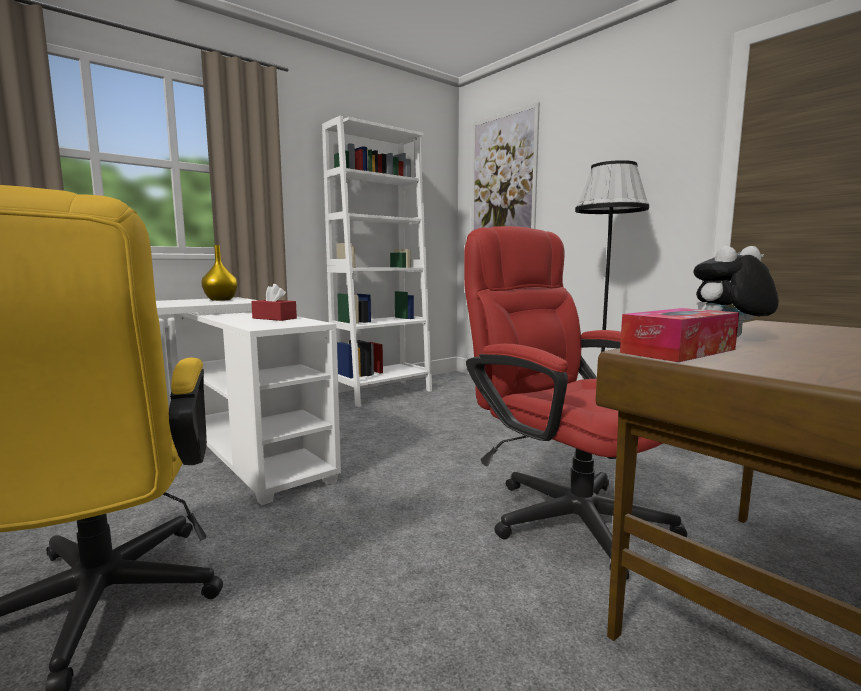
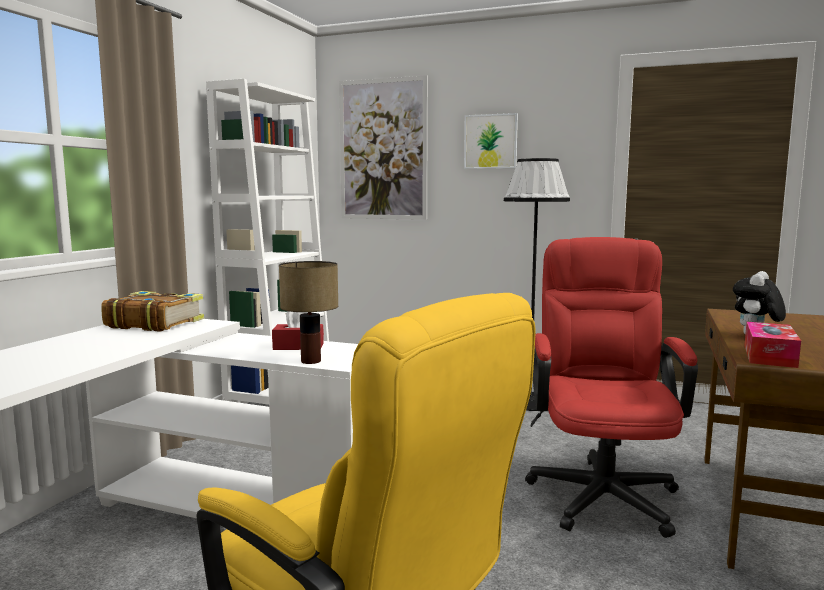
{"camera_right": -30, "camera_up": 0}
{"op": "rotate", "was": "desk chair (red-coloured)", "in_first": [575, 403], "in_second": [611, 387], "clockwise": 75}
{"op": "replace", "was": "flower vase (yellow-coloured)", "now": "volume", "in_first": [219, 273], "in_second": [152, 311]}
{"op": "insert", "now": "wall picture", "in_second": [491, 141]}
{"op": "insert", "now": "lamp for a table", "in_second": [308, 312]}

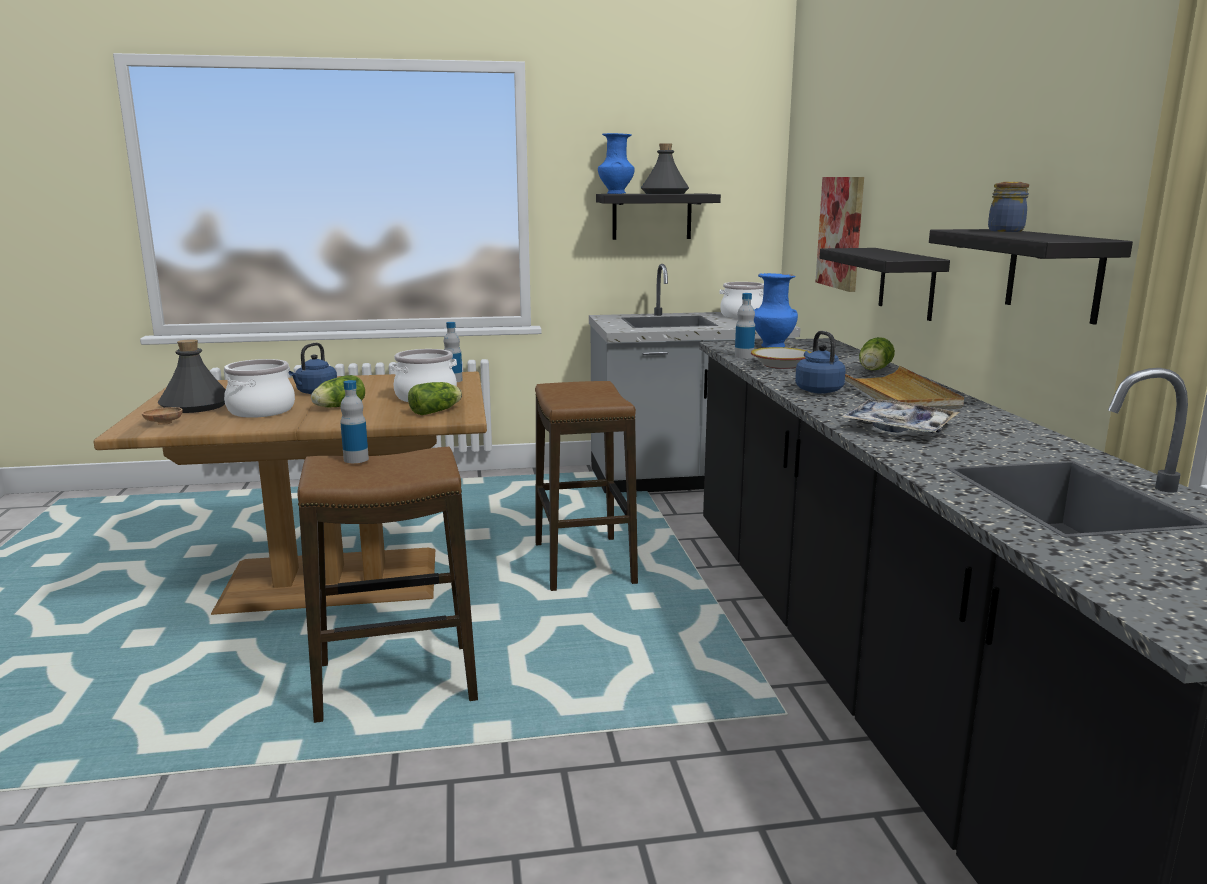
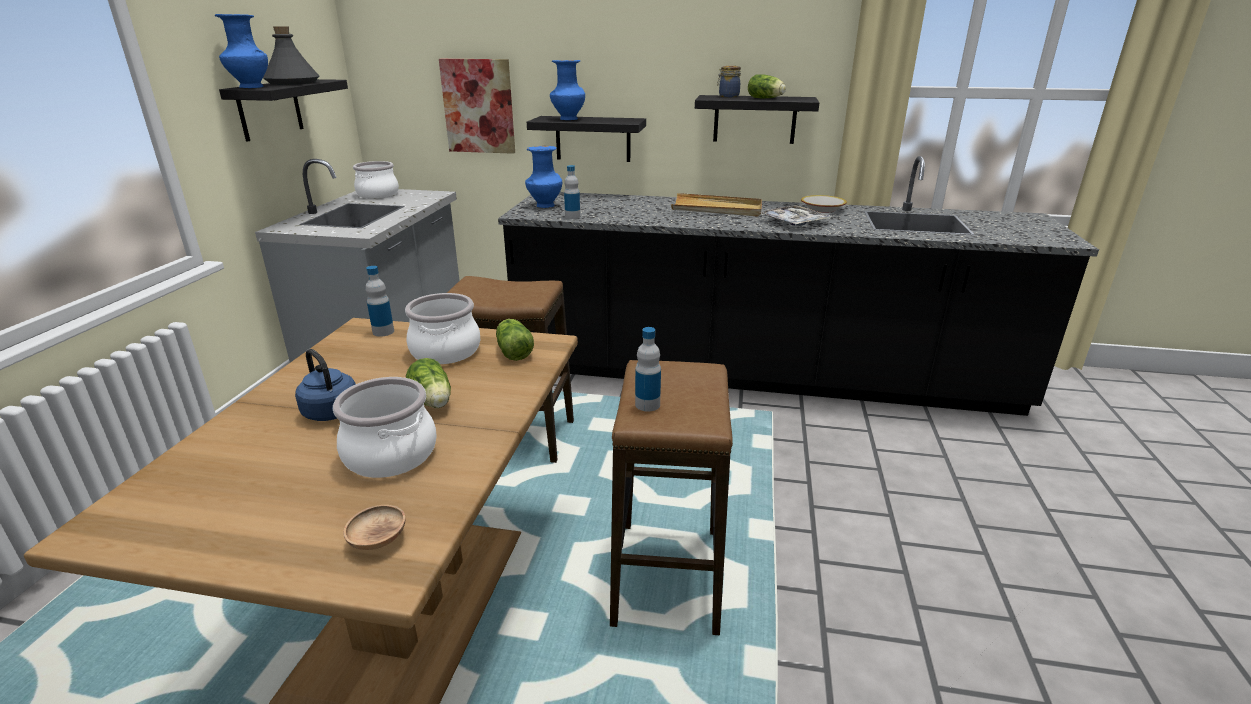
{"camera_right": -70, "camera_up": 10}
{"op": "delete", "was": "tea kettle (bluish)", "in_first": [820, 362]}
{"op": "move", "was": "head of lettuce", "in_first": [877, 353], "in_second": [767, 86]}
{"op": "delete", "was": "drink bottle (gray)", "in_first": [192, 376]}
{"op": "move", "was": "serving bowl", "in_first": [781, 358], "in_second": [824, 204]}
{"op": "insert", "now": "flower vase (bluish)", "in_second": [567, 90]}

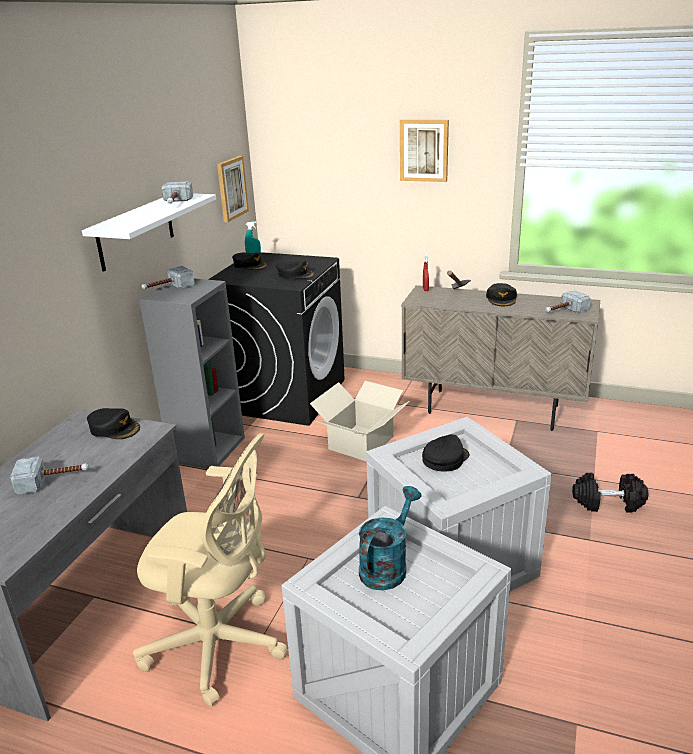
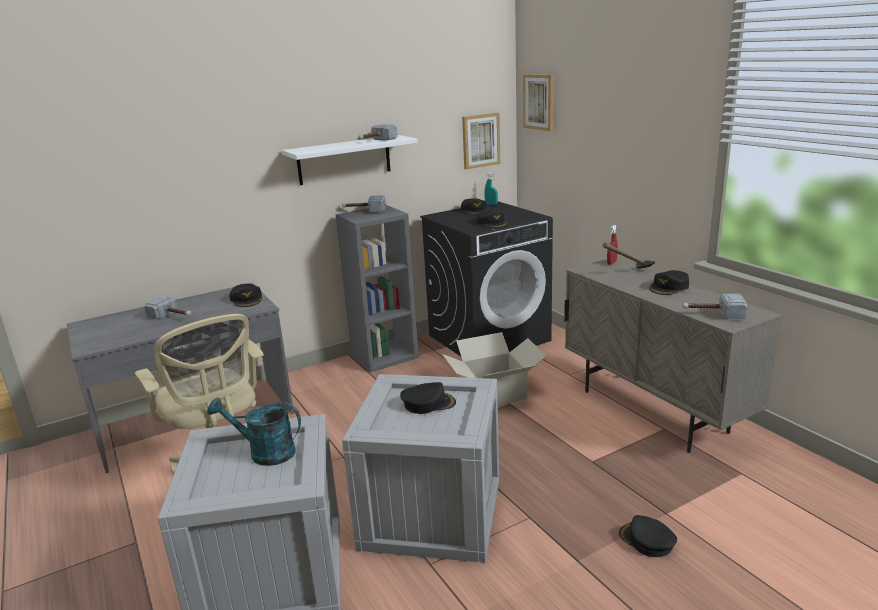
{"camera_right": 40, "camera_up": -5}
{"op": "move", "was": "wall picture", "in_first": [424, 151], "in_second": [538, 102]}
{"op": "replace", "was": "dumbbell (black-coloured)", "now": "baseball cap (black-coloured)", "in_first": [610, 493], "in_second": [648, 536]}
{"op": "rotate", "was": "watering pot (blue-green)", "in_first": [390, 538], "in_second": [254, 431], "clockwise": -150}

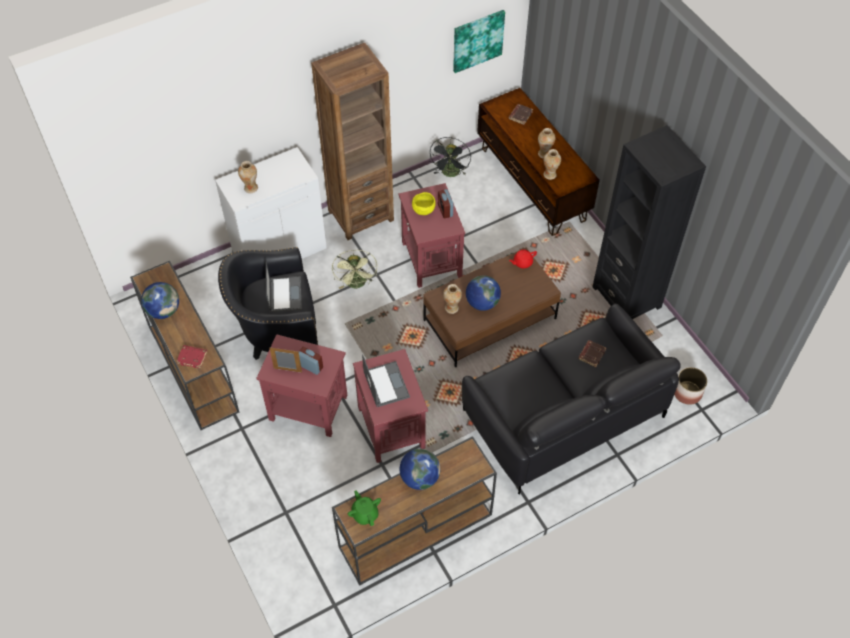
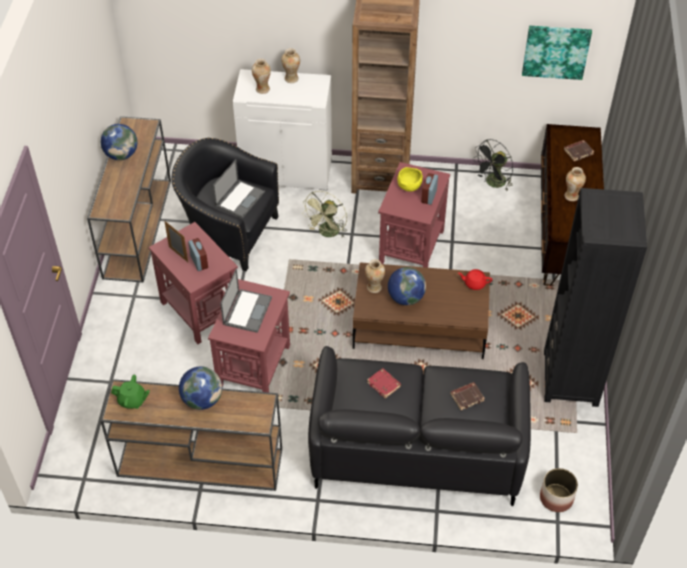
{"camera_right": 35, "camera_up": -5}
{"op": "move", "was": "flower vase", "in_first": [552, 164], "in_second": [290, 65]}
{"op": "move", "was": "volume (red-coloured)", "in_first": [191, 357], "in_second": [384, 383]}
{"op": "rotate", "was": "teapot (green)", "in_first": [364, 508], "in_second": [130, 392], "clockwise": 90}

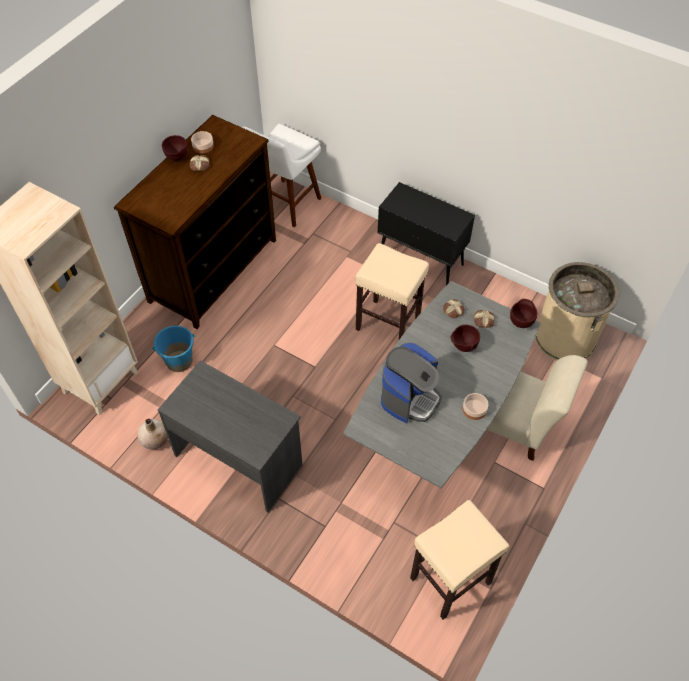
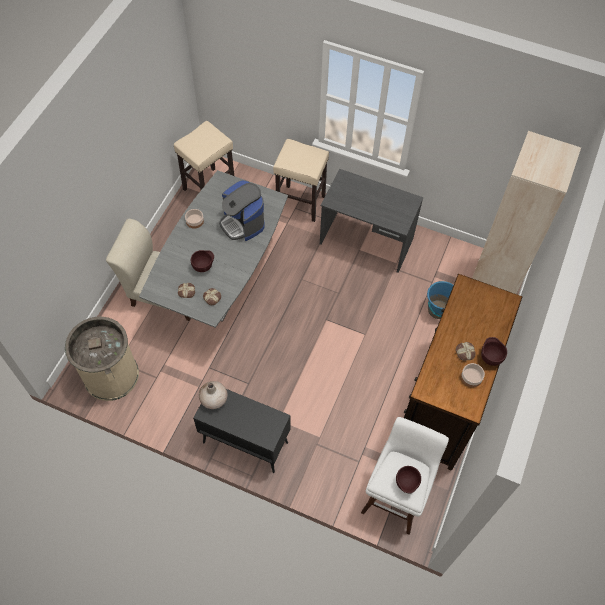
{"camera_right": 170, "camera_up": 5}
{"op": "move", "was": "stool (beige-coloured)", "in_first": [392, 291], "in_second": [301, 180]}
{"op": "move", "was": "serving bowl (brownish)", "in_first": [523, 313], "in_second": [408, 479]}
{"op": "rotate", "was": "coffee maker", "in_first": [411, 383], "in_second": [242, 210], "clockwise": -60}
{"op": "move", "was": "flower vase (beige-coloured)", "in_first": [152, 434], "in_second": [213, 395]}

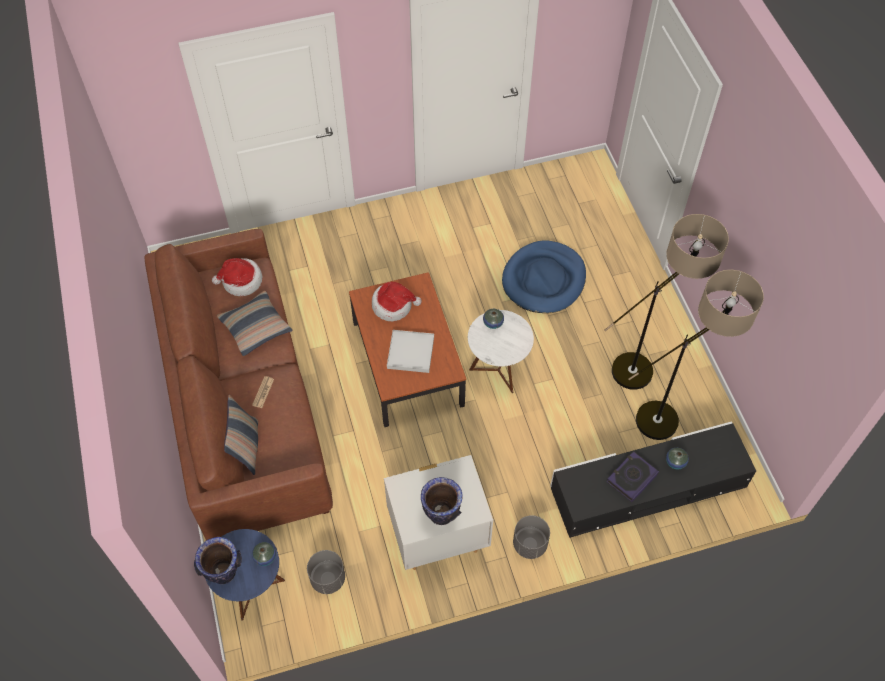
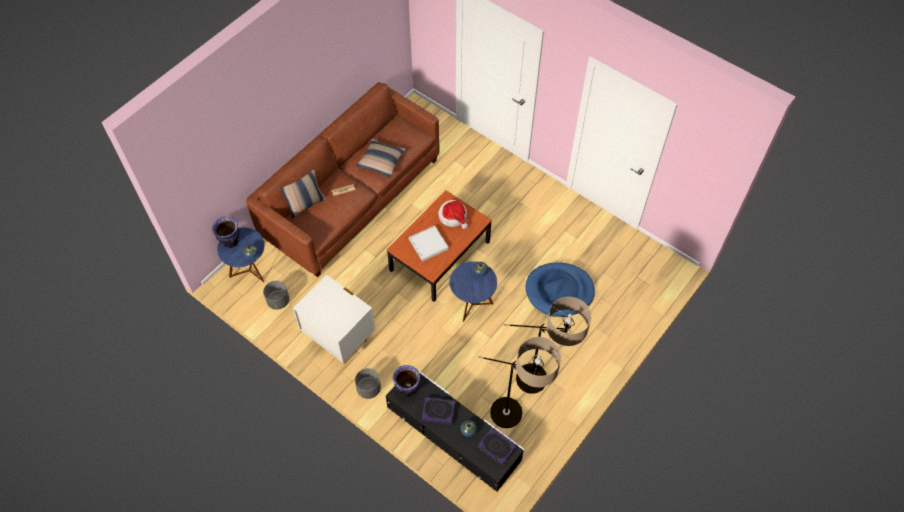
{"camera_right": 55, "camera_up": 0}
{"op": "delete", "was": "hat", "in_first": [237, 277]}
{"op": "recolor", "was": "accent table (white)", "now": "accent table (bluish)", "in_first": [501, 351], "in_second": [473, 291]}
{"op": "move", "was": "flower vase", "in_first": [442, 501], "in_second": [406, 381]}
{"op": "insert", "now": "volume", "in_second": [497, 446]}

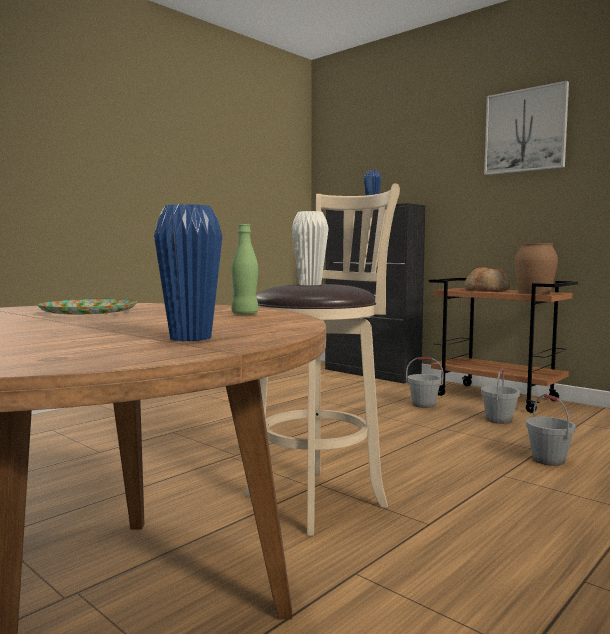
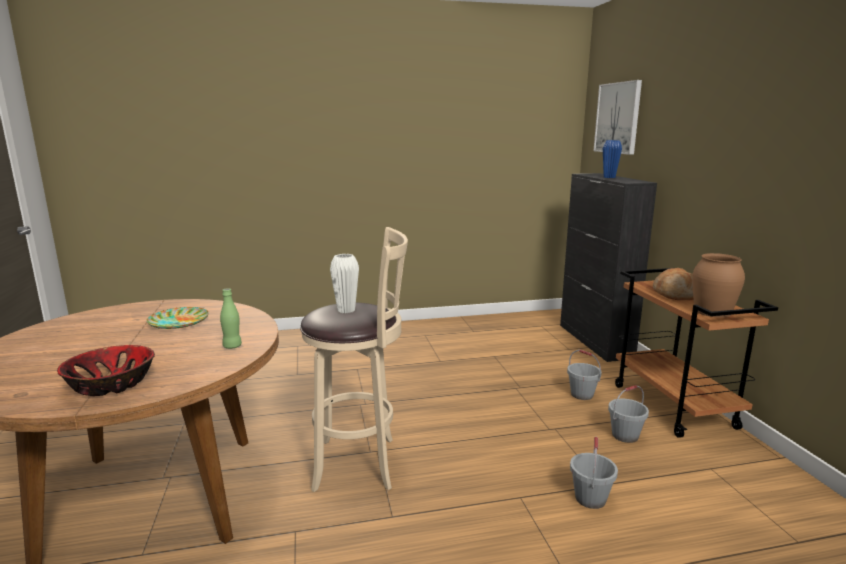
{"camera_right": 35, "camera_up": 10}
{"op": "move", "was": "wall picture", "in_first": [526, 128], "in_second": [618, 117]}
{"op": "replace", "was": "flower vase (bluish)", "now": "serving bowl", "in_first": [188, 272], "in_second": [106, 370]}

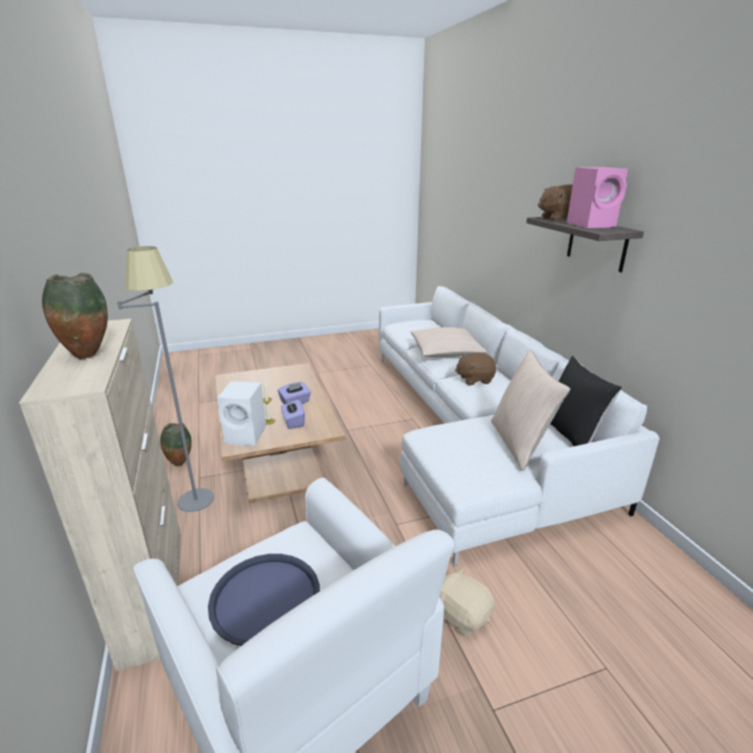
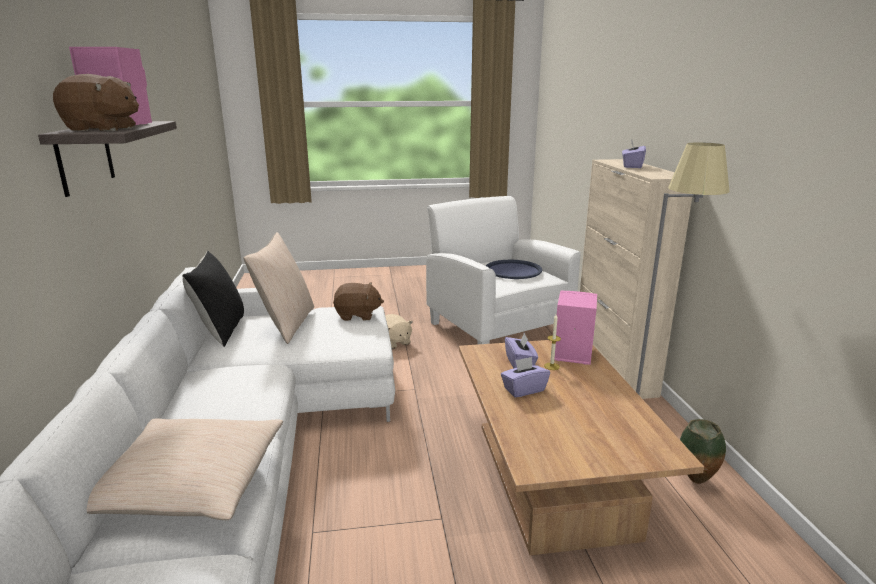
{"camera_right": -170, "camera_up": -5}
{"op": "replace", "was": "flower vase", "now": "box of tissues (purple-coloured)", "in_first": [75, 316], "in_second": [634, 154]}
{"op": "move", "was": "soft toy (brownish)", "in_first": [475, 369], "in_second": [358, 302]}
{"op": "recolor", "was": "audio speaker (white)", "now": "audio speaker (pink)", "in_first": [241, 413], "in_second": [575, 328]}

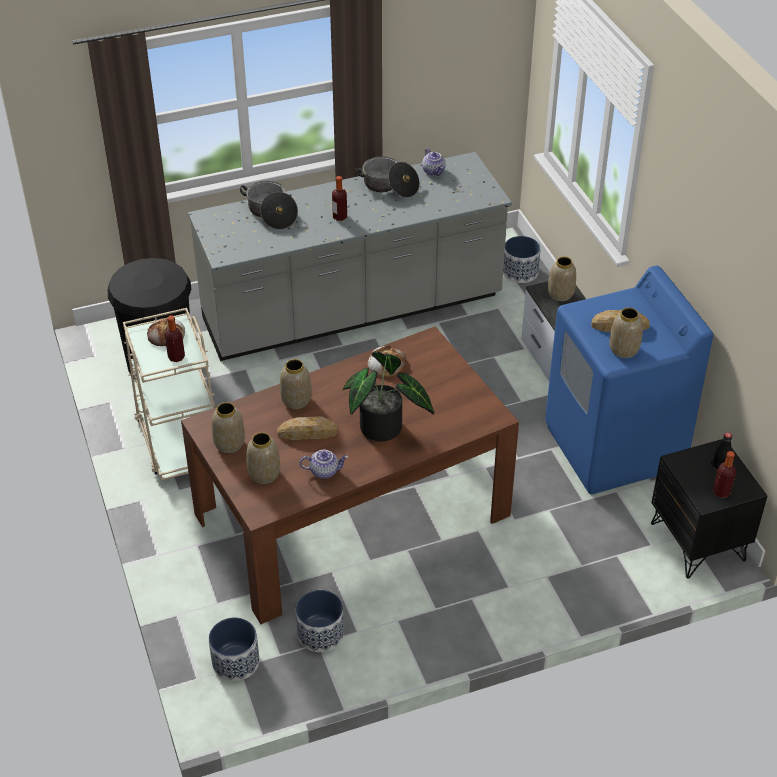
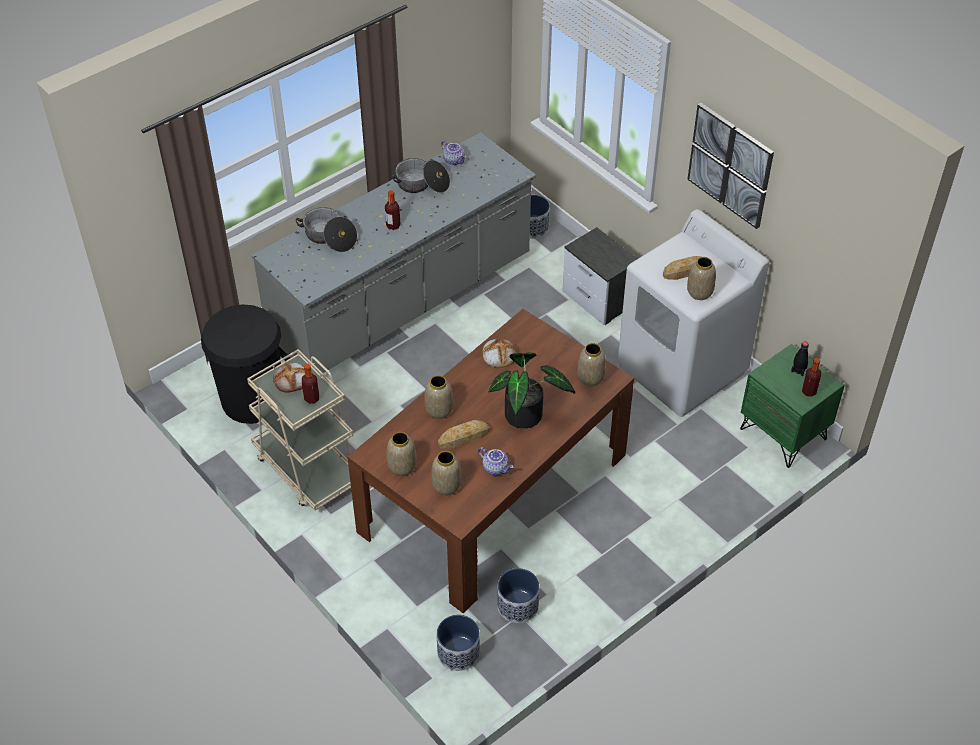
{"camera_right": -20, "camera_up": 5}
{"op": "move", "was": "flower vase", "in_first": [562, 279], "in_second": [591, 364]}
{"op": "recolor", "was": "washing machine (bluish)", "now": "washing machine (white)", "in_first": [629, 379], "in_second": [693, 313]}
{"op": "recolor", "was": "nightstand (black-coloured)", "now": "nightstand (green)", "in_first": [709, 509], "in_second": [792, 406]}
{"op": "rotate", "was": "teapot", "in_first": [324, 464], "in_second": [495, 461], "clockwise": 60}
{"op": "insert", "now": "wall picture", "in_second": [730, 166]}

